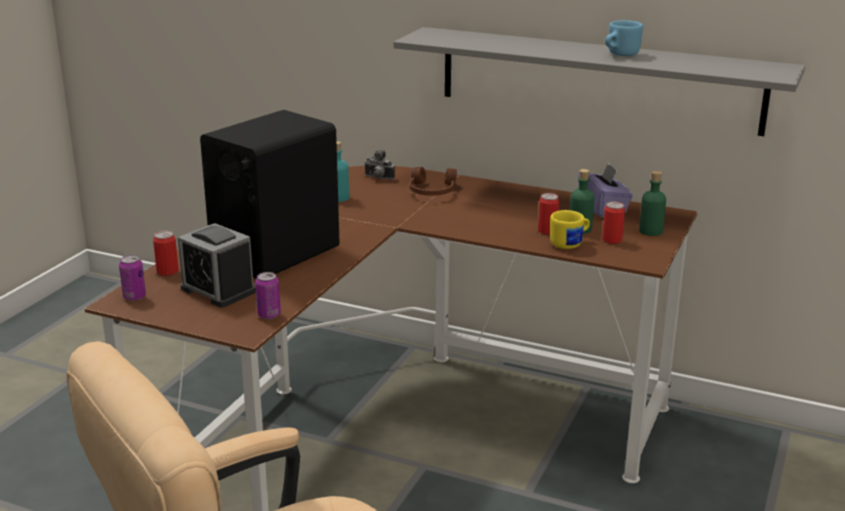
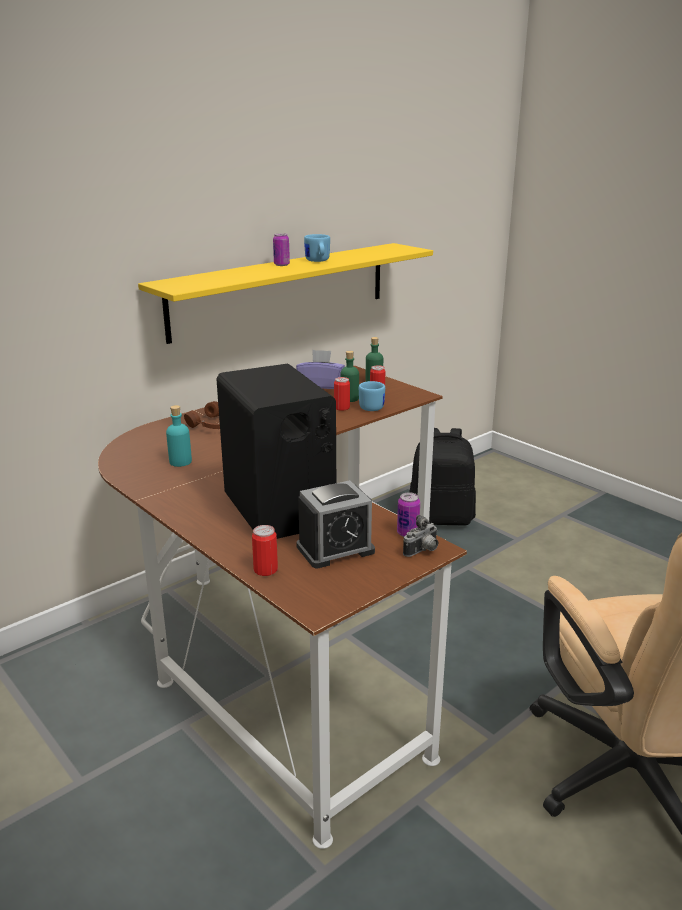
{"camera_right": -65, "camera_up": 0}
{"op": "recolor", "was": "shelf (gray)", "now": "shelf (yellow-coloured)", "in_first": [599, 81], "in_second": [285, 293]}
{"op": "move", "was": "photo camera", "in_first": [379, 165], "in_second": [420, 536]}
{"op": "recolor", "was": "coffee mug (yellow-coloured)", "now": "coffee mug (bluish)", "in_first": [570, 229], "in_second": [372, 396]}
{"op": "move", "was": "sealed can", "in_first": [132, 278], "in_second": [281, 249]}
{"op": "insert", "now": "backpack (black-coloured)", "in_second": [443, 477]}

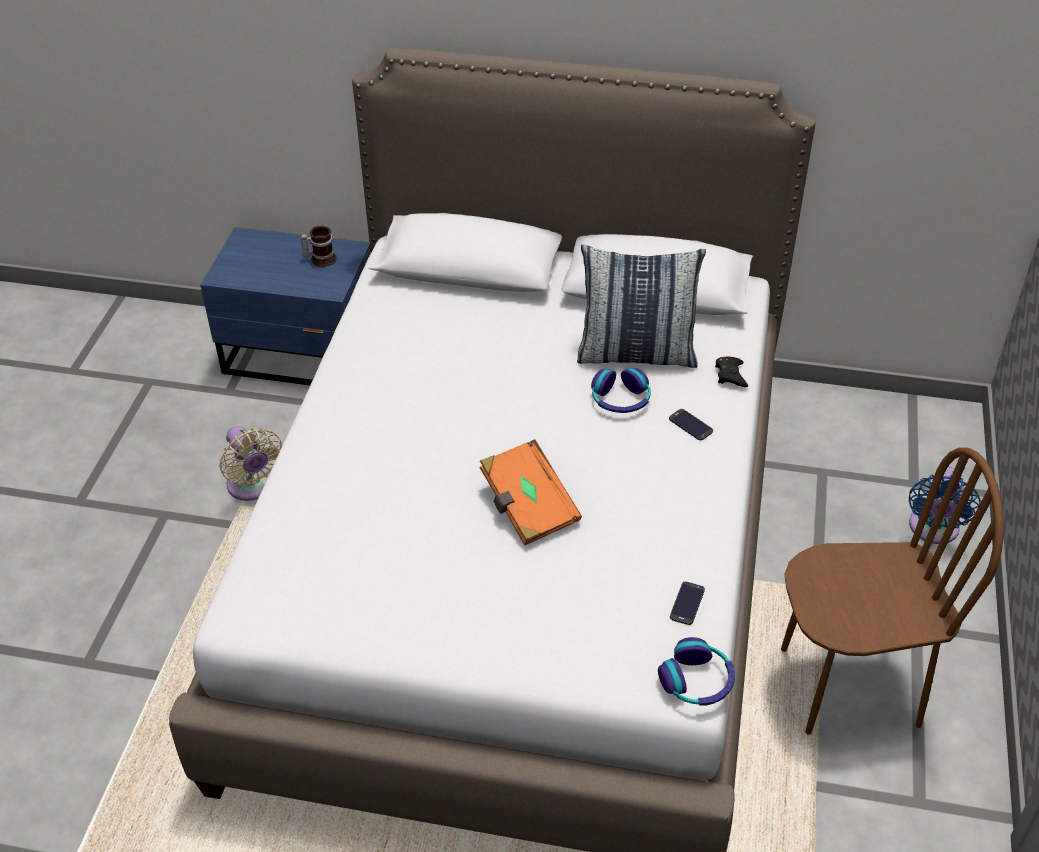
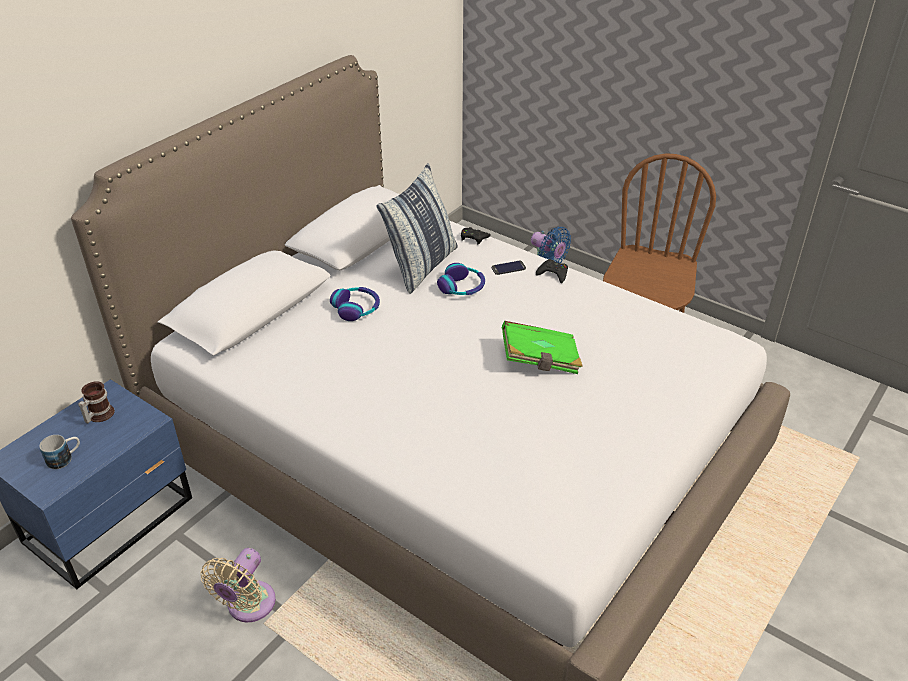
{"camera_right": -65, "camera_up": -5}
{"op": "rotate", "was": "cooling fan (beige-coloured)", "in_first": [250, 463], "in_second": [238, 585], "clockwise": 120}
{"op": "recolor", "was": "volume (orange-coloured)", "now": "volume (green)", "in_first": [531, 492], "in_second": [542, 347]}
{"op": "delete", "was": "handset", "in_first": [687, 603]}
{"op": "move", "was": "pair of headphones", "in_first": [696, 671], "in_second": [355, 304]}
{"op": "insert", "now": "joypad (black-coloured)", "in_second": [552, 271]}
{"op": "insert", "now": "coffee mug", "in_second": [59, 452]}

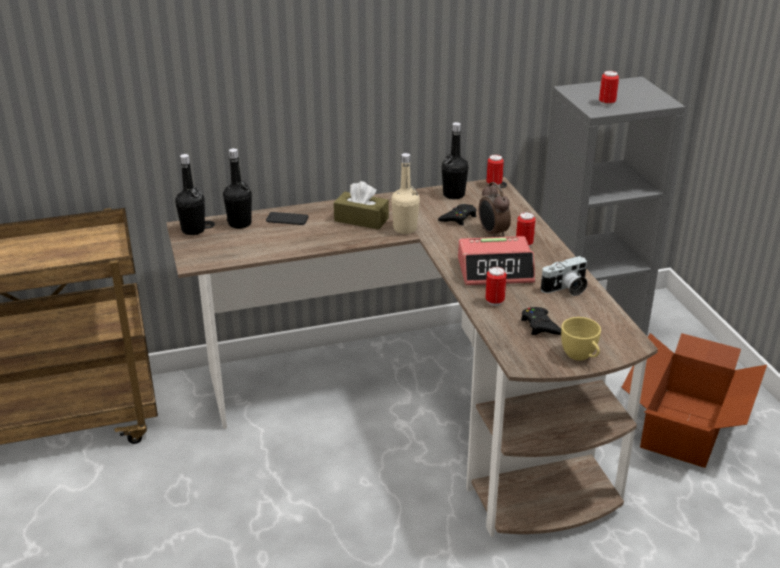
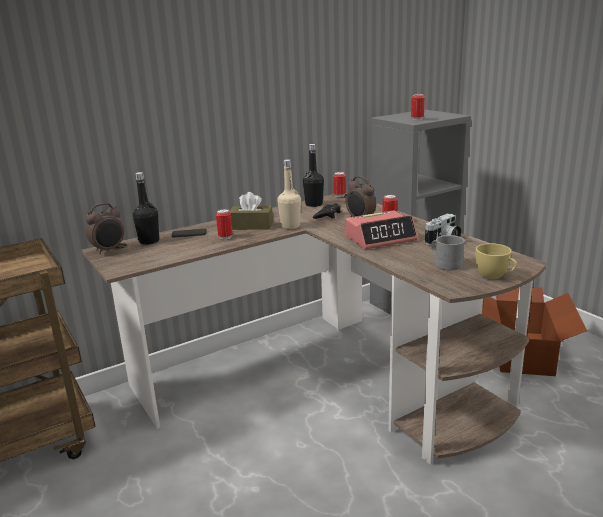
{"camera_right": -15, "camera_up": -10}
{"op": "replace", "was": "drink bottle (black-coloured)", "now": "bedside clock", "in_first": [190, 194], "in_second": [105, 228]}
{"op": "move", "was": "sealed can", "in_first": [496, 286], "in_second": [224, 224]}
{"op": "replace", "was": "joypad (black-coloured)", "now": "coffee mug (gray)", "in_first": [541, 321], "in_second": [448, 252]}

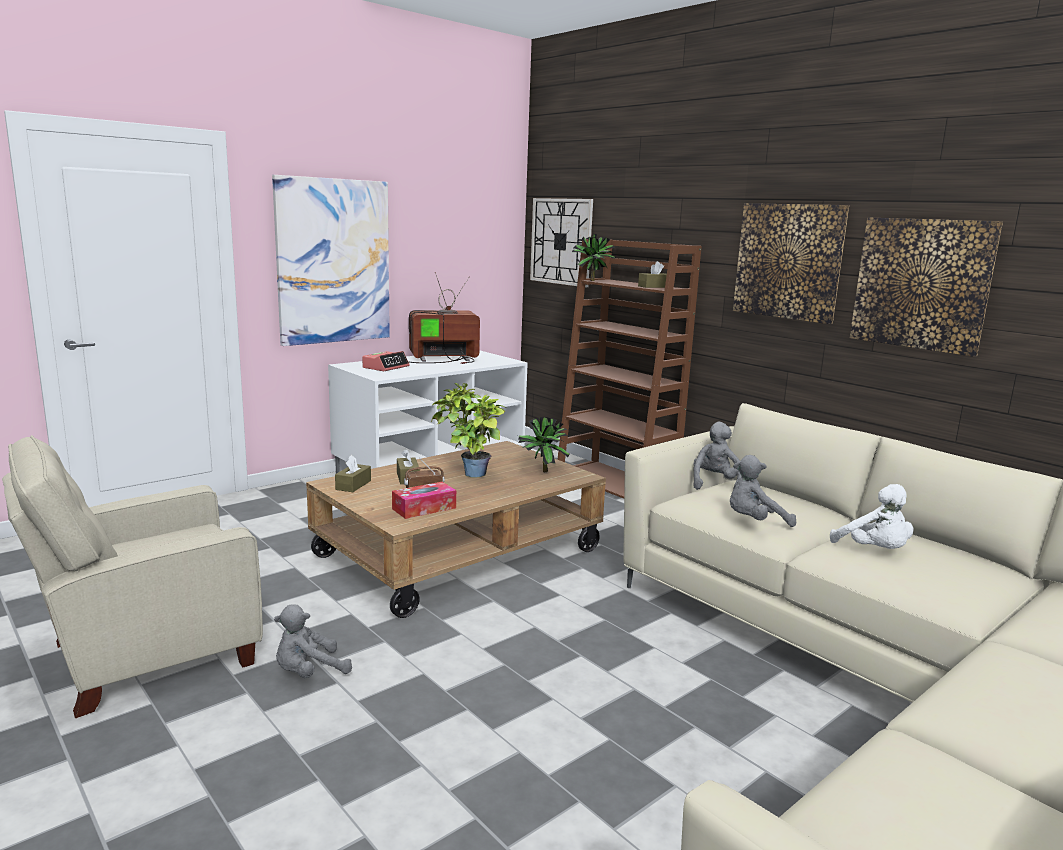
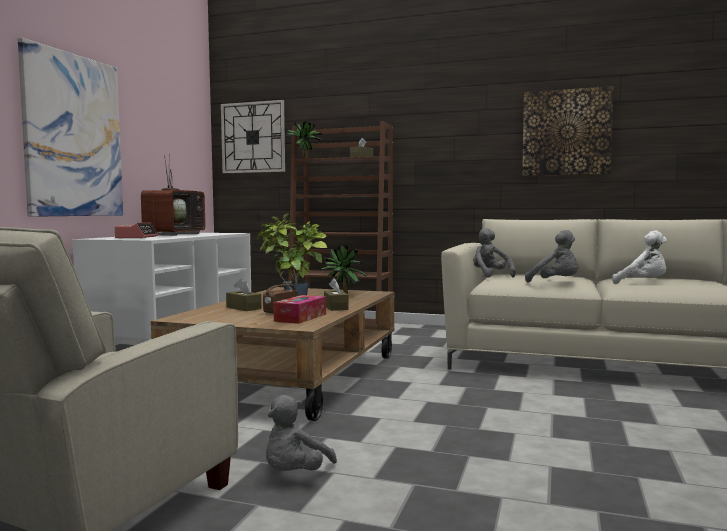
{"camera_right": -30, "camera_up": -10}
{"op": "delete", "was": "wall picture", "in_first": [791, 263]}
{"op": "rotate", "was": "television", "in_first": [444, 318], "in_second": [173, 195], "clockwise": 150}
{"op": "move", "was": "box of tissues (brownish)", "in_first": [353, 473], "in_second": [336, 294]}
{"op": "rotate", "was": "soft toy (gray)", "in_first": [763, 491], "in_second": [551, 256], "clockwise": -90}

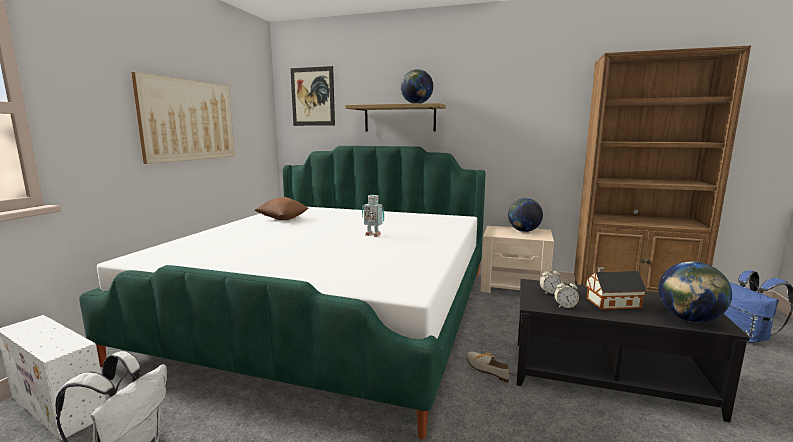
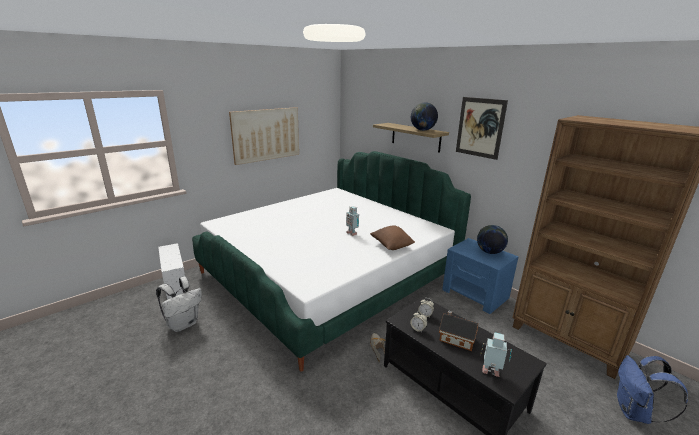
{"camera_right": 30, "camera_up": 10}
{"op": "move", "was": "wall picture", "in_first": [312, 96], "in_second": [482, 128]}
{"op": "move", "was": "throw pillow (brownish)", "in_first": [282, 208], "in_second": [392, 238]}
{"op": "recolor", "was": "nightstand (beige-coloured)", "now": "nightstand (bluish)", "in_first": [517, 259], "in_second": [480, 276]}
{"op": "replace", "was": "desk globe", "now": "model robot", "in_first": [695, 291], "in_second": [496, 354]}

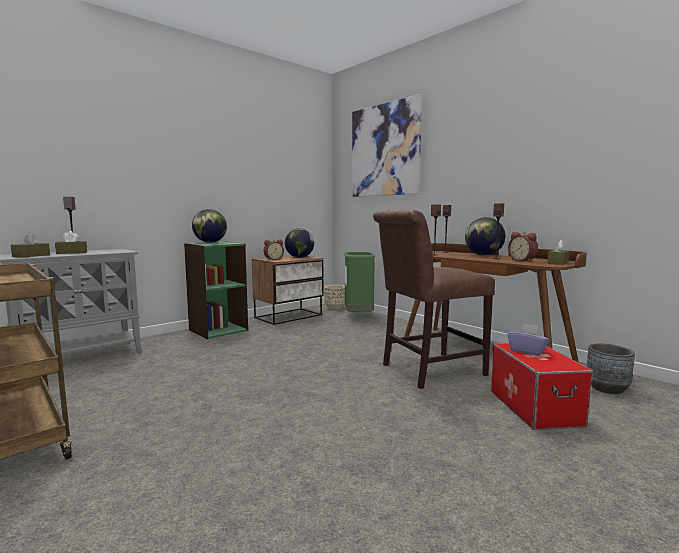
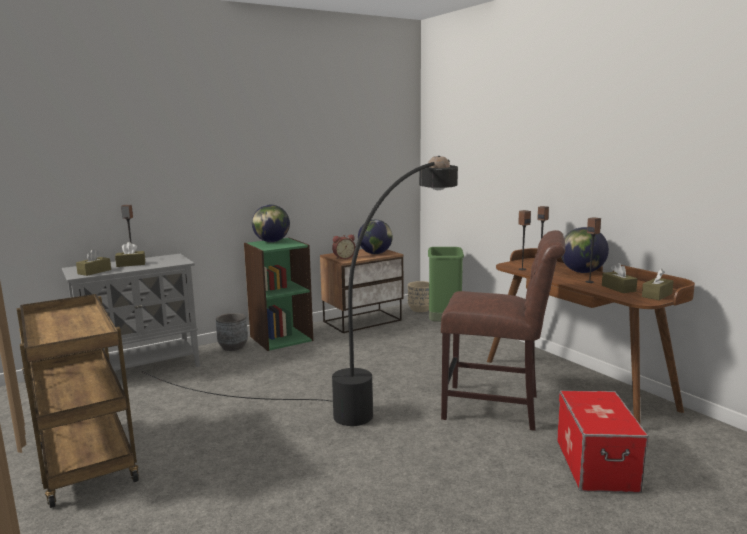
{"camera_right": 10, "camera_up": 5}
{"op": "delete", "was": "wall picture", "in_first": [387, 145]}
{"op": "rotate", "was": "plain chair (brownish)", "in_first": [434, 299], "in_second": [503, 330], "clockwise": -150}
{"op": "replace", "was": "bedside clock", "now": "box of tissues (brownish)", "in_first": [523, 247], "in_second": [619, 278]}
{"op": "delete", "was": "box of tissues (purple-coloured)", "in_first": [528, 340]}
{"op": "move", "was": "plant pot (gray)", "in_first": [611, 369], "in_second": [232, 332]}
{"op": "insert", "now": "standing lamp (black-coloured)", "in_second": [300, 291]}

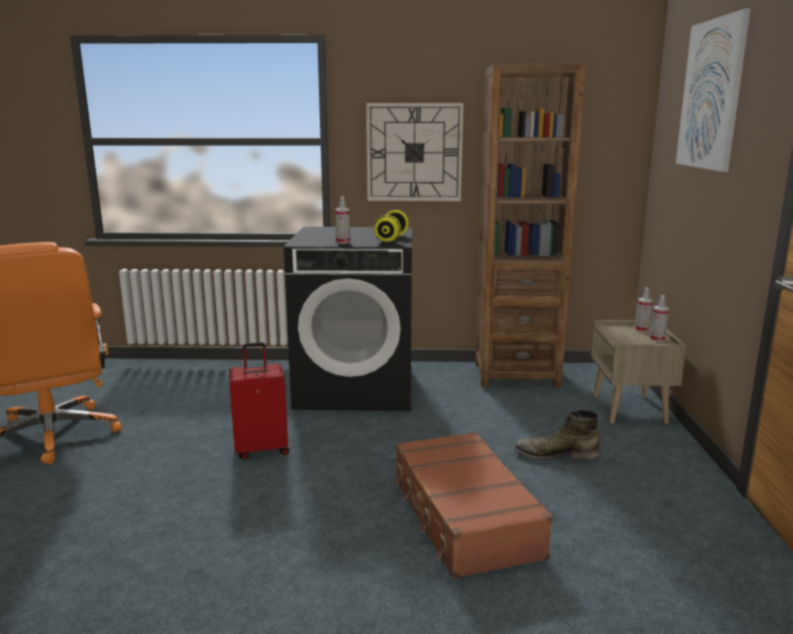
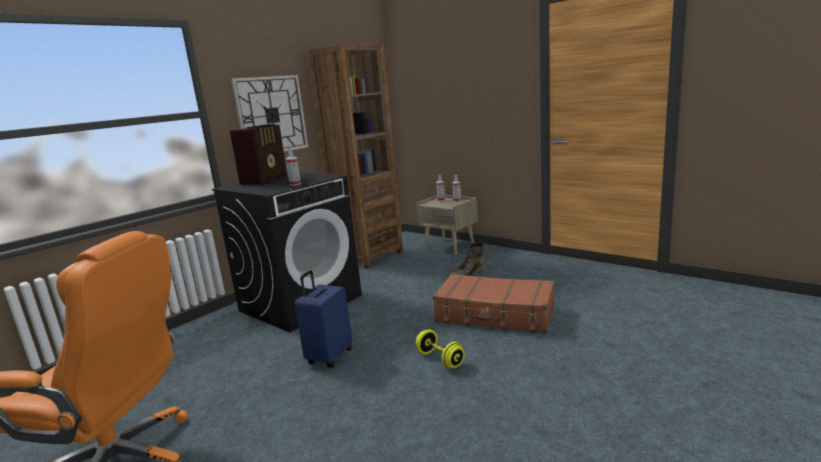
{"camera_right": -50, "camera_up": 0}
{"op": "delete", "was": "wall picture", "in_first": [713, 90]}
{"op": "move", "was": "dumbbell (yellow-coloured)", "in_first": [391, 226], "in_second": [440, 348]}
{"op": "recolor", "was": "suitcase (red-coloured)", "now": "suitcase (bluish)", "in_first": [259, 401], "in_second": [323, 319]}
{"op": "insert", "now": "radio receiver", "in_second": [259, 154]}

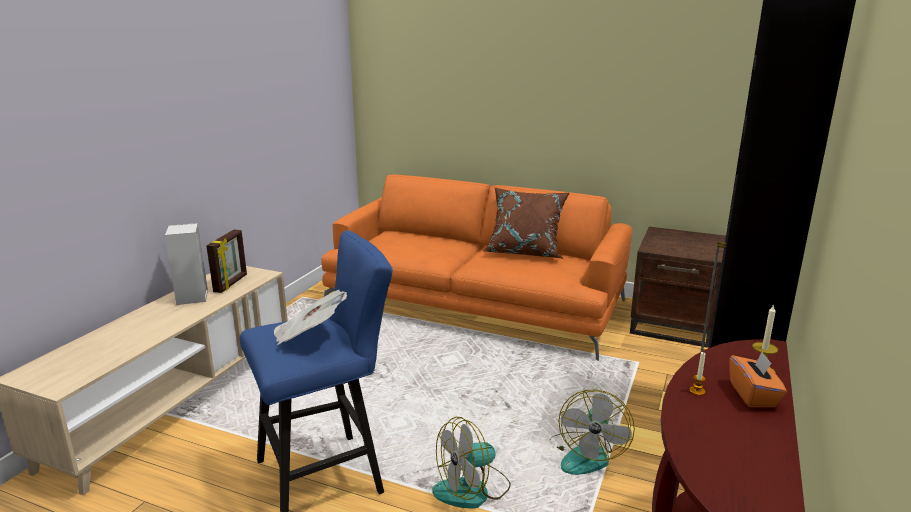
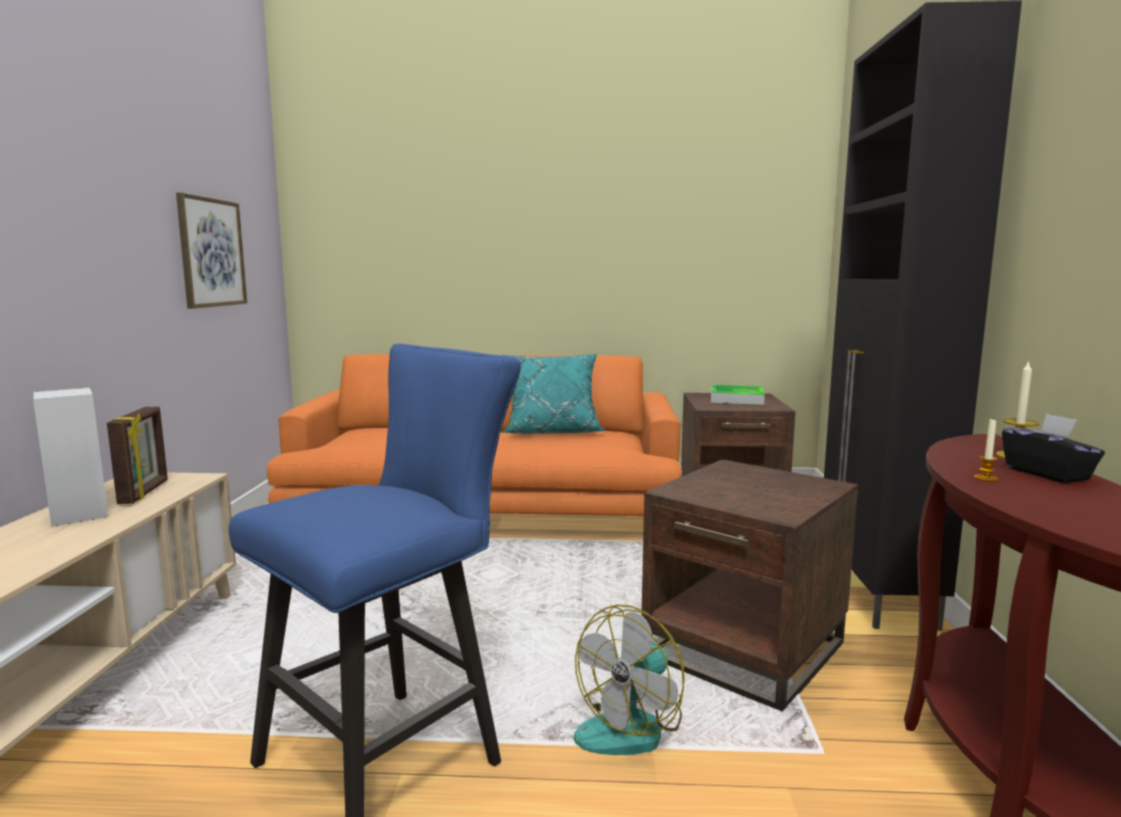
{"camera_right": -20, "camera_up": -10}
{"op": "recolor", "was": "throw pillow (brownish)", "now": "throw pillow (blue-green)", "in_first": [526, 223], "in_second": [554, 394]}
{"op": "delete", "was": "newspaper", "in_first": [310, 317]}
{"op": "recolor", "was": "box of tissues (orange-coloured)", "now": "box of tissues (black-coloured)", "in_first": [758, 379], "in_second": [1053, 448]}
{"op": "replace", "was": "cooling fan", "now": "accent table (brownish)", "in_first": [592, 432], "in_second": [749, 585]}
{"op": "insert", "now": "wall picture", "in_second": [211, 250]}
{"op": "insert", "now": "tray", "in_second": [738, 395]}

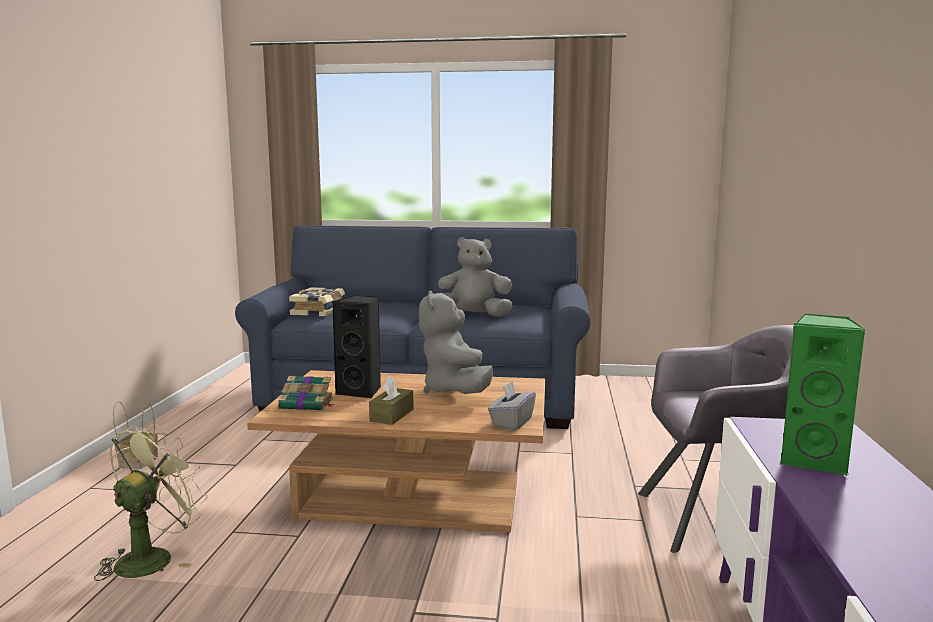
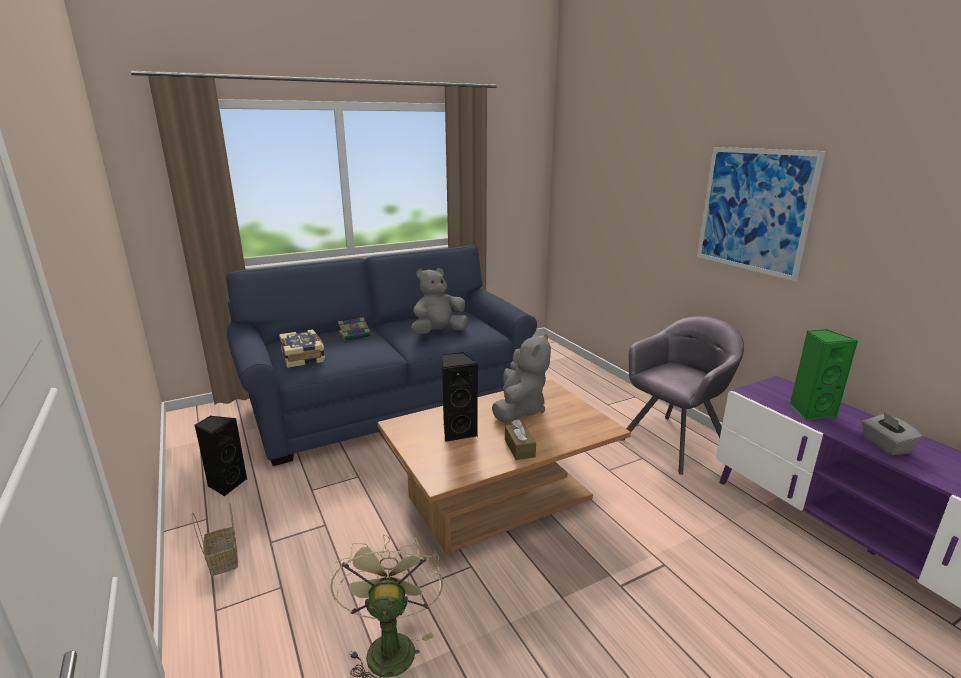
{"camera_right": -35, "camera_up": 10}
{"op": "rotate", "was": "soft toy (gray)", "in_first": [456, 342], "in_second": [521, 378], "clockwise": -120}
{"op": "move", "was": "volume", "in_first": [306, 393], "in_second": [355, 329]}
{"op": "move", "was": "box of tissues (gray)", "in_first": [512, 406], "in_second": [892, 433]}
{"op": "insert", "now": "wall picture", "in_second": [761, 214]}
{"op": "insert", "now": "audio speaker (black-coloured)", "in_second": [221, 456]}

